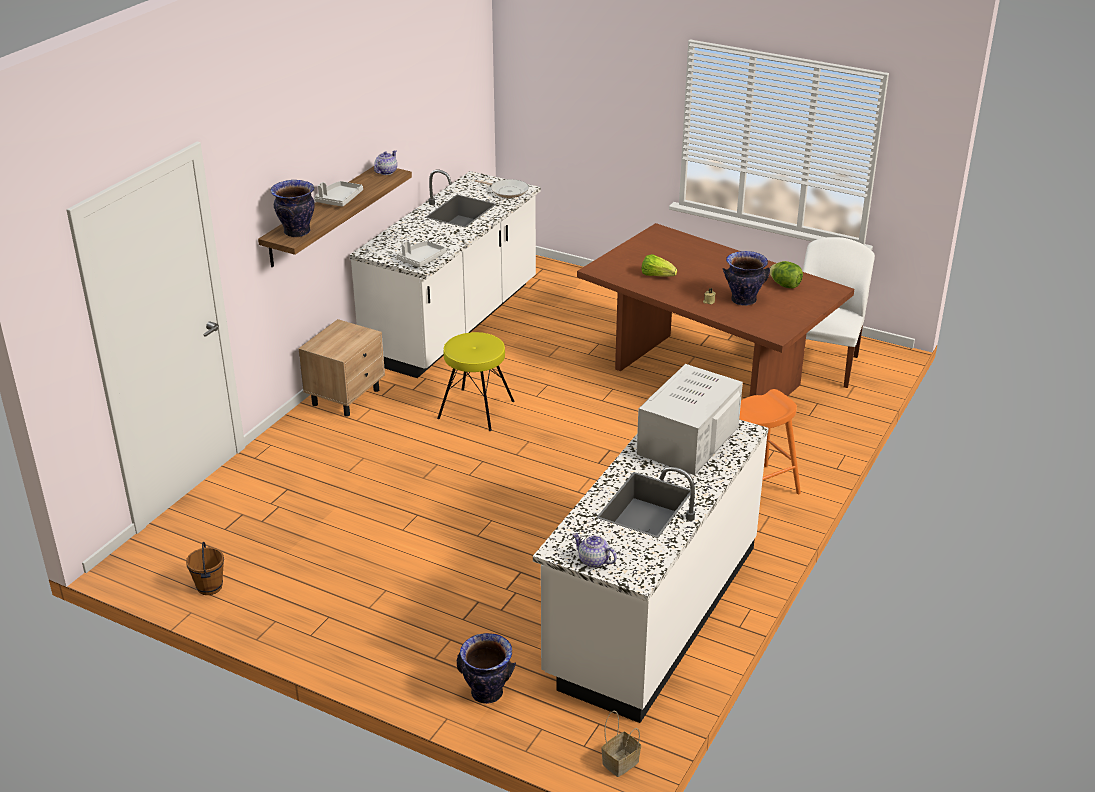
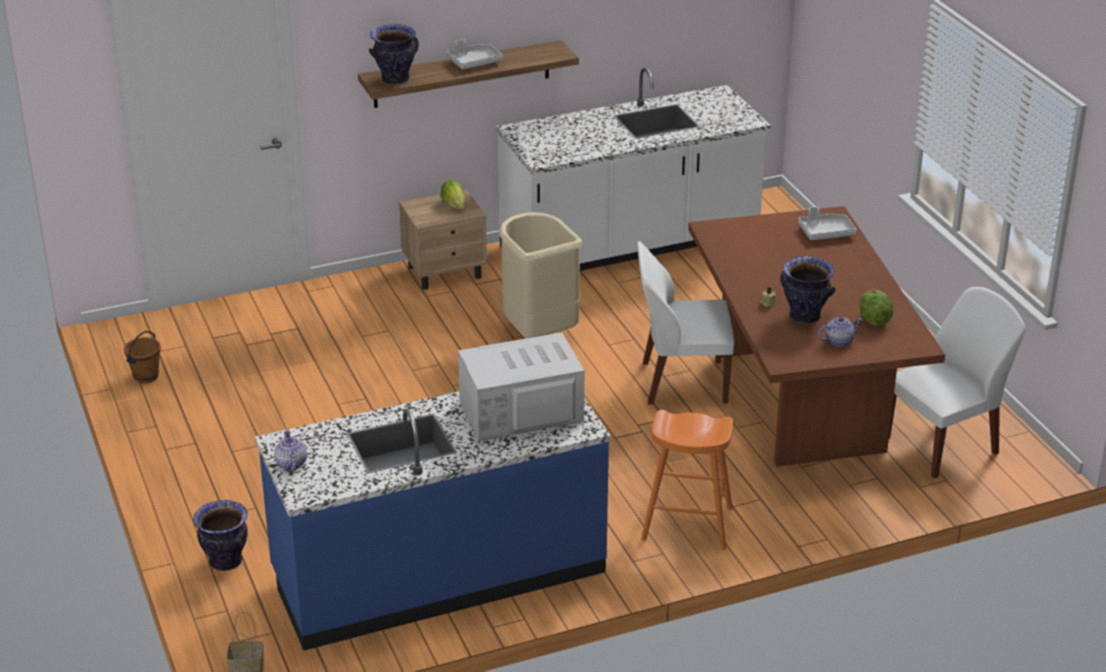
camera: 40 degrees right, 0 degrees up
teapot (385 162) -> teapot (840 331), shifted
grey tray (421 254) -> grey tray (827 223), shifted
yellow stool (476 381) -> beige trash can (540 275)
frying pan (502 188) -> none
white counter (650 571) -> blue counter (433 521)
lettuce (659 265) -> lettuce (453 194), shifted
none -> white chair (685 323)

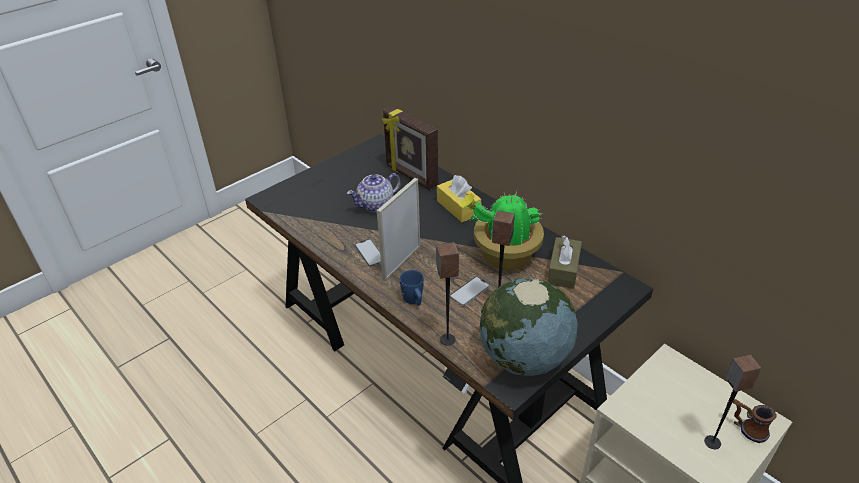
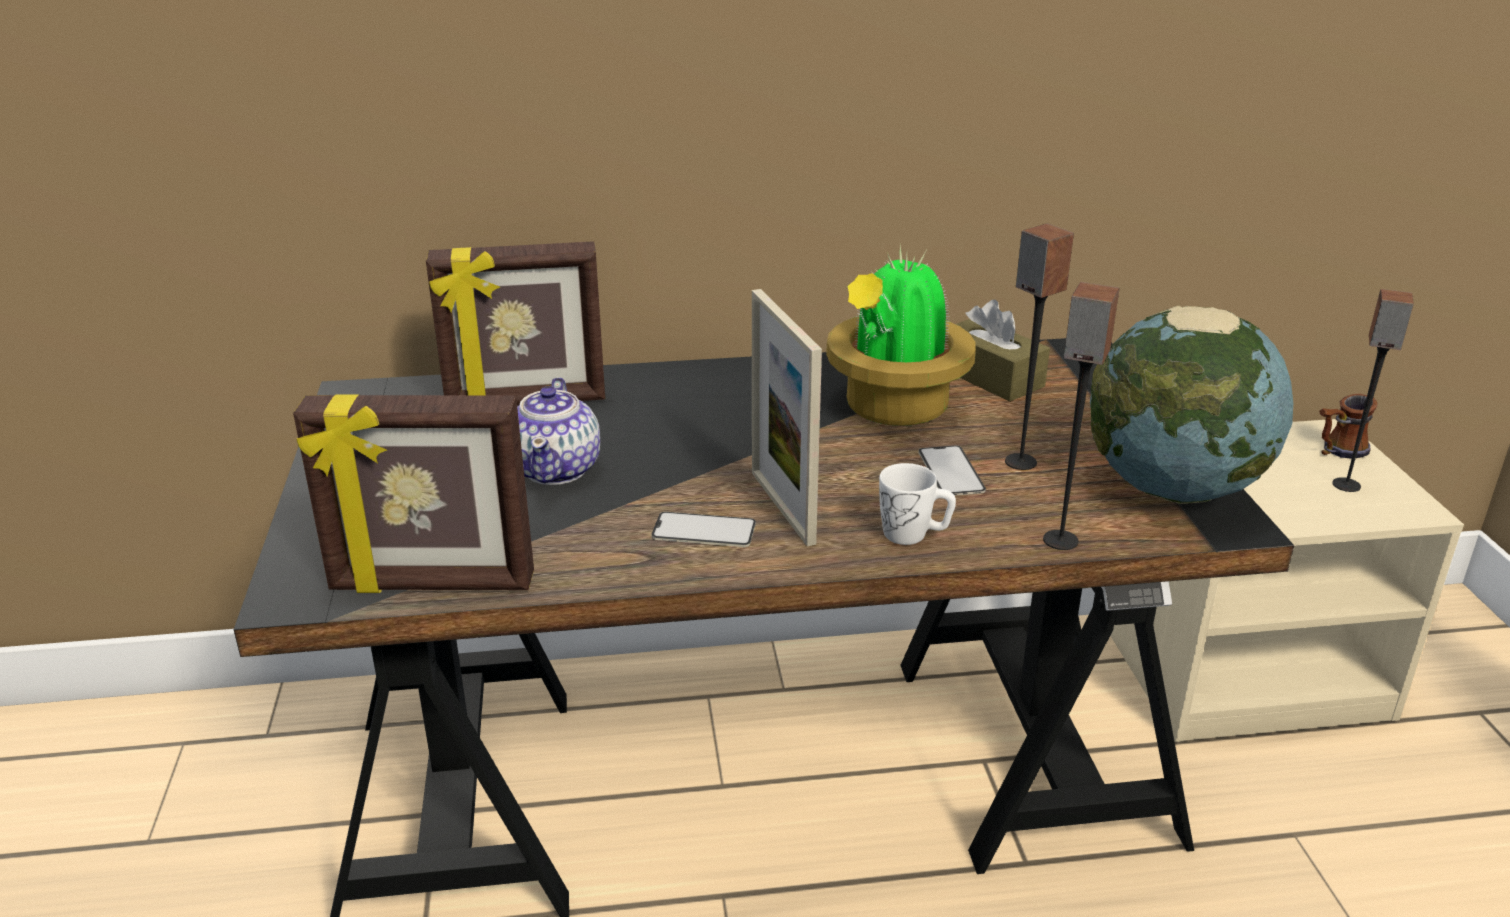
camera: 55 degrees left, 10 degrees down
blue mug (412 288) -> white mug (917 504)
yellow tissue box (459 198) -> none
none -> picture frame (413 494)

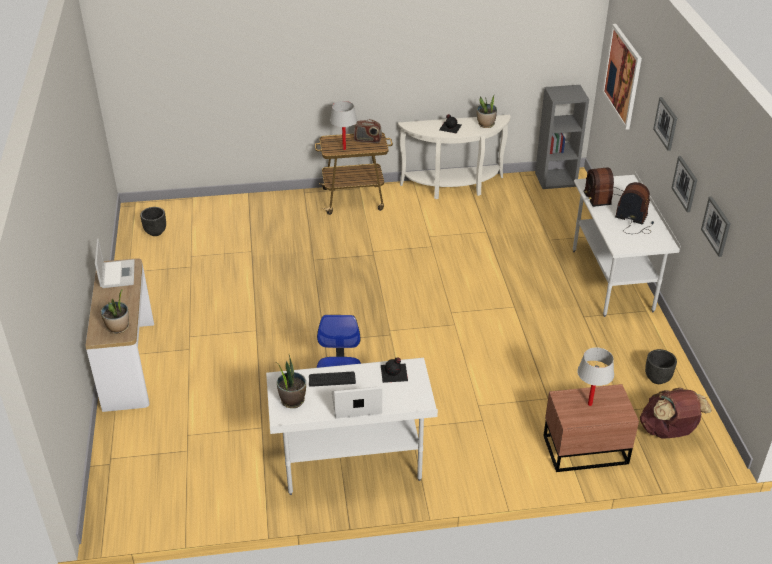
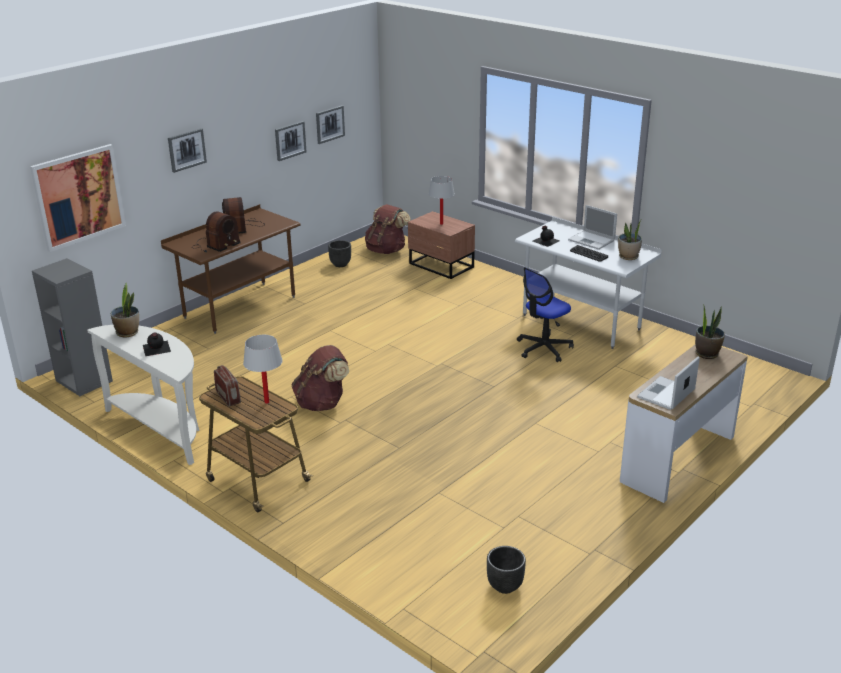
camera: 130 degrees left, 10 degrees down
white desk (627 244) -> brown desk (230 269)
picture (684 184) -> picture (330 124), shifted
none -> brown backpack (320 378)

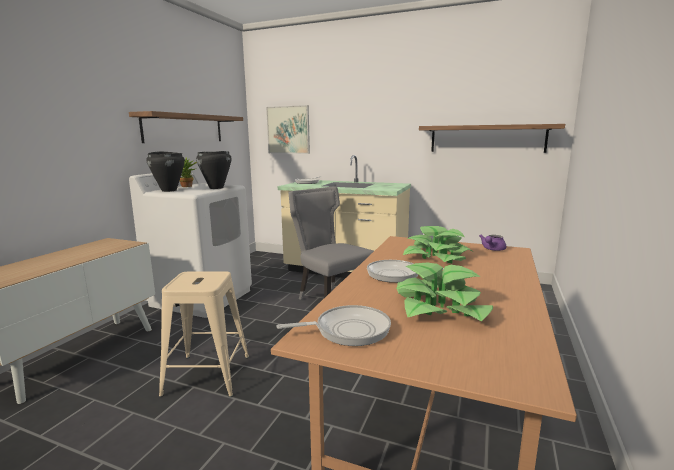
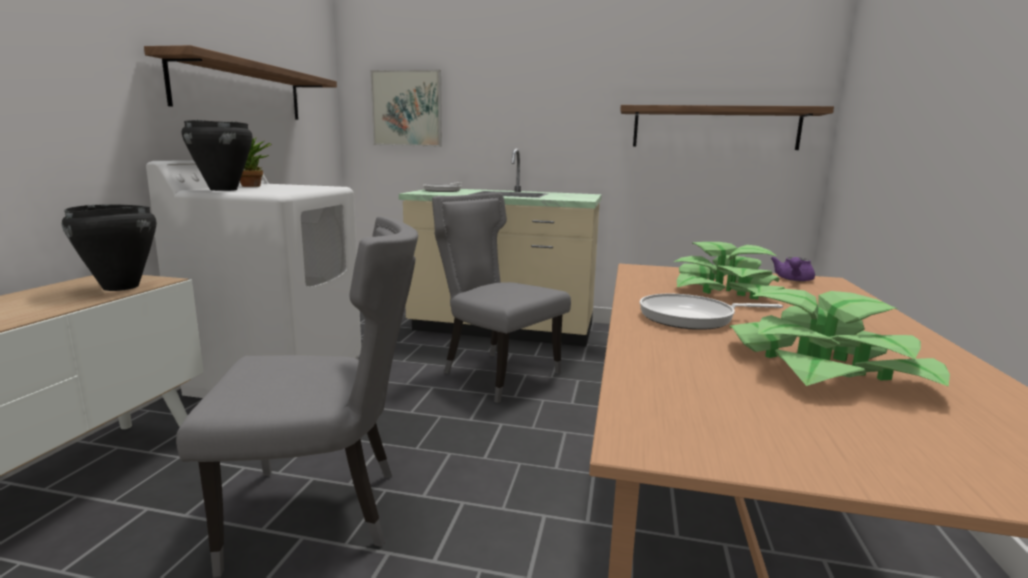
camera: 10 degrees left, 0 degrees up
beige stool (204 334) -> grey chair (297 396)
black cooking pot (214 170) -> black cooking pot (109 248), shifted
frying pan (333 325) -> none

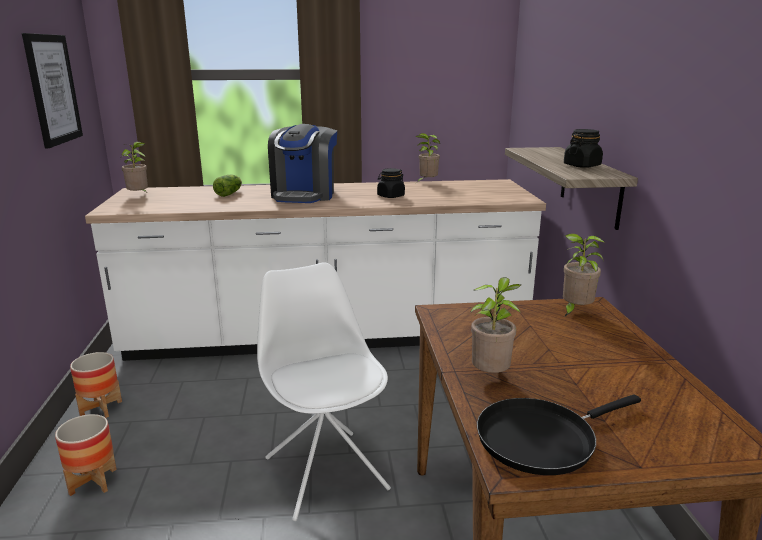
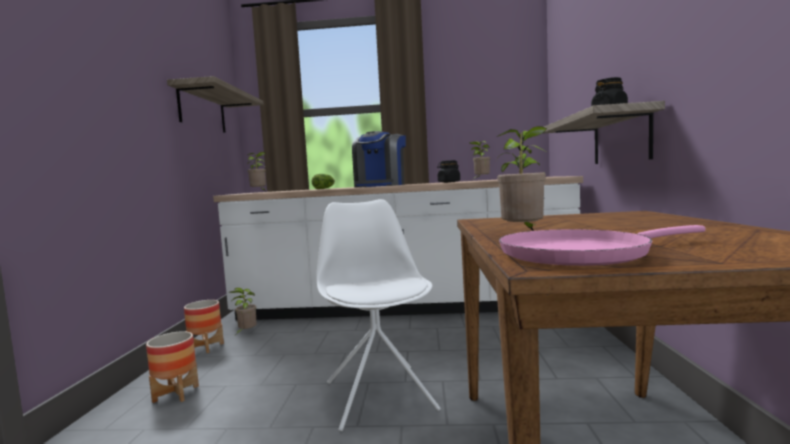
camera: 10 degrees right, 15 degrees down
picture (52 90) -> shelf (215 104)
black frying pan (559 434) -> pink frying pan (602 245)
potted plant (584 274) -> potted plant (243 311), shifted

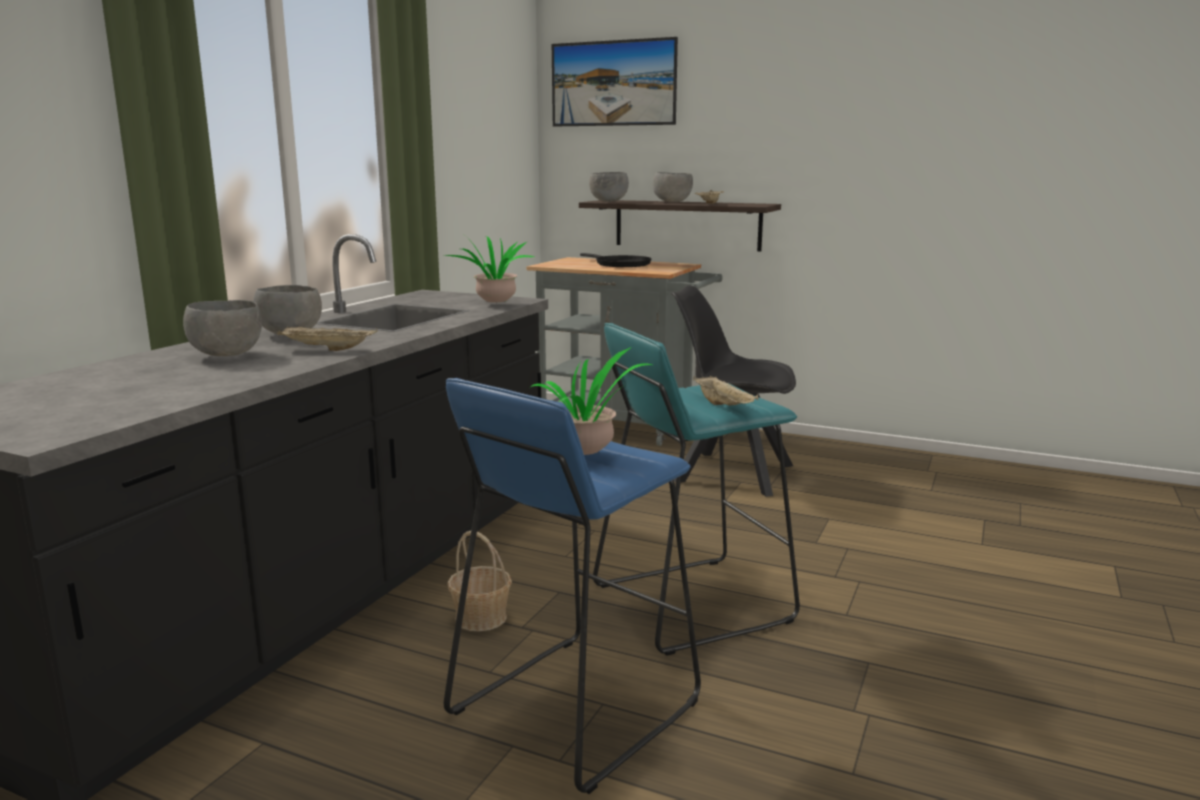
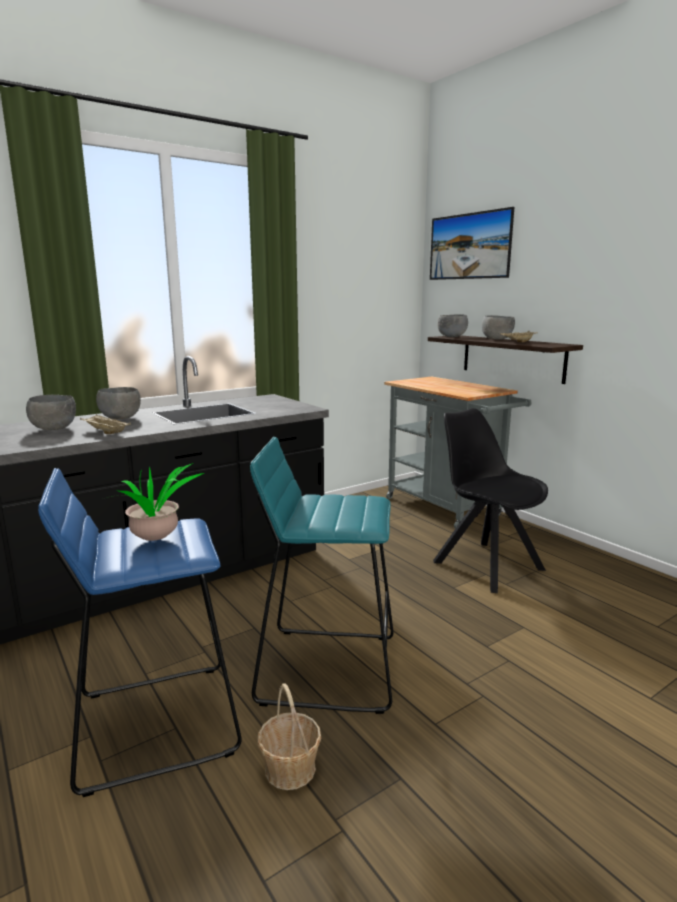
camera: 30 degrees right, 0 degrees up
potted plant (488 270) -> none
basket (479 581) -> basket (289 736), shifted
black frying pan (616 260) -> none
beige tray (725 390) -> none

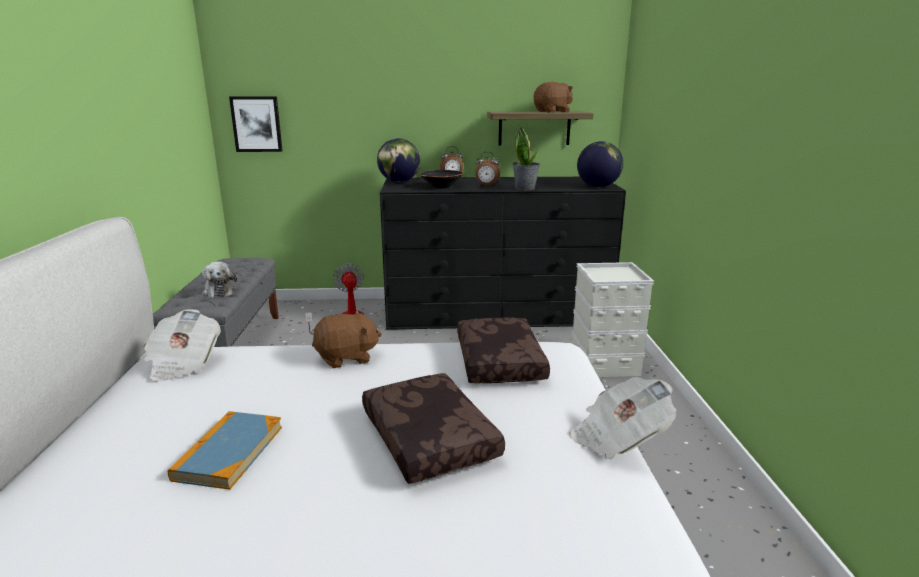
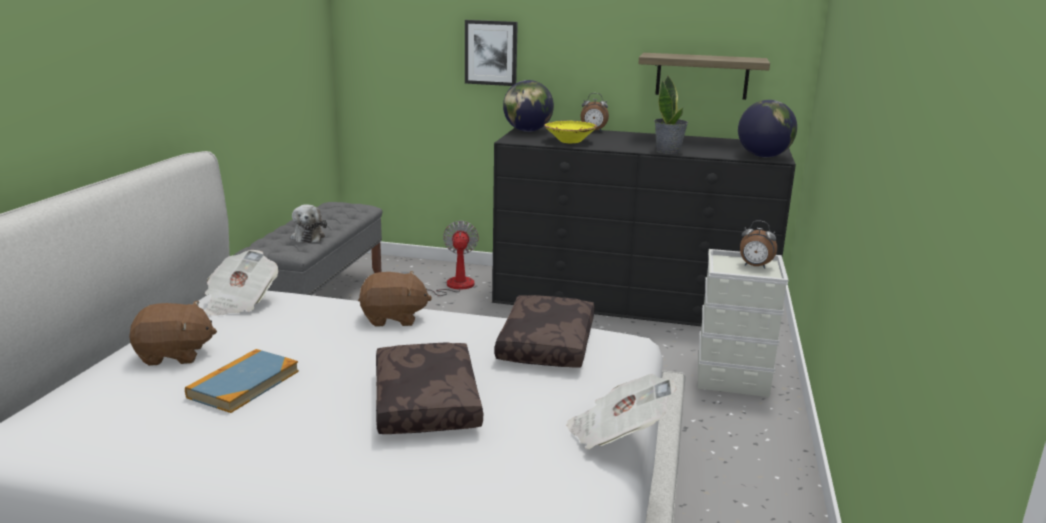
camera: 15 degrees right, 0 degrees up
picture (256 124) -> picture (491 53), shifted
black bowl (441 179) -> yellow bowl (570 131)
alarm clock (487 169) -> alarm clock (758 245), shifted
brown plush toy (553 97) -> brown plush toy (173 333), shifted

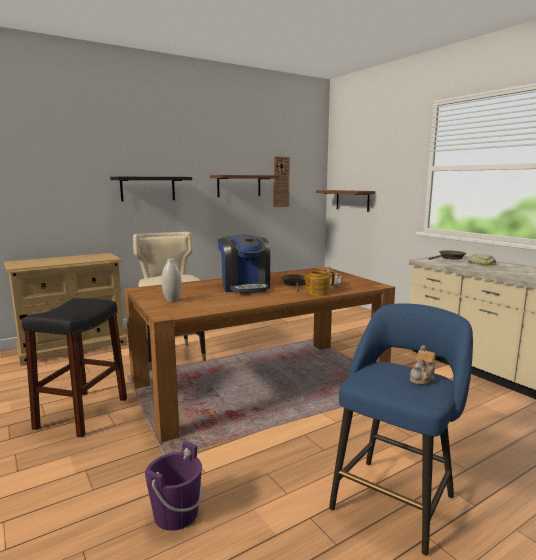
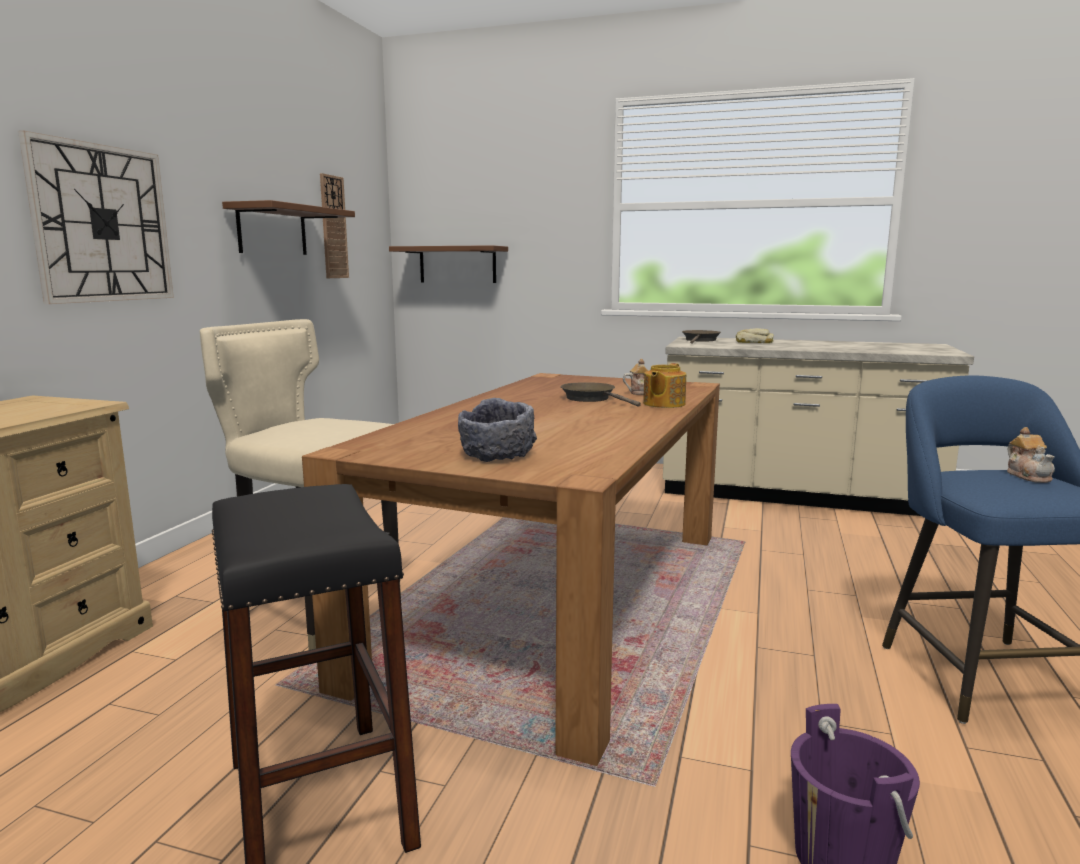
camera: 40 degrees left, 0 degrees up
black shelf (151 189) -> wall clock (96 217)
white vase (172 281) -> grey bowl (497 430)
coffee machine (244 264) -> none

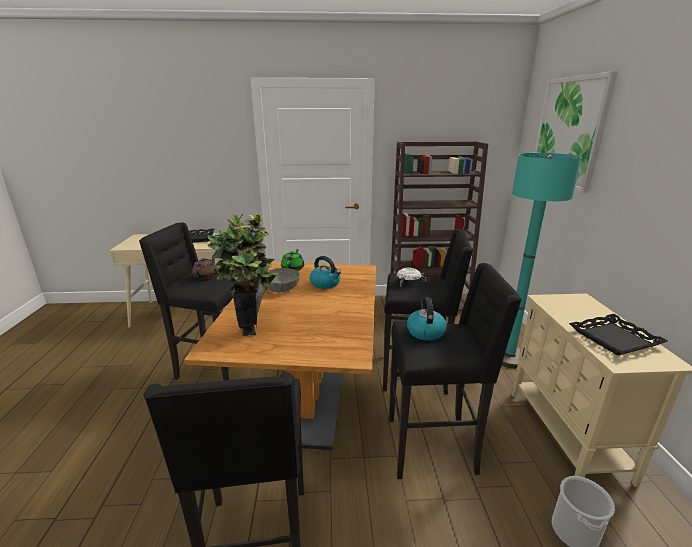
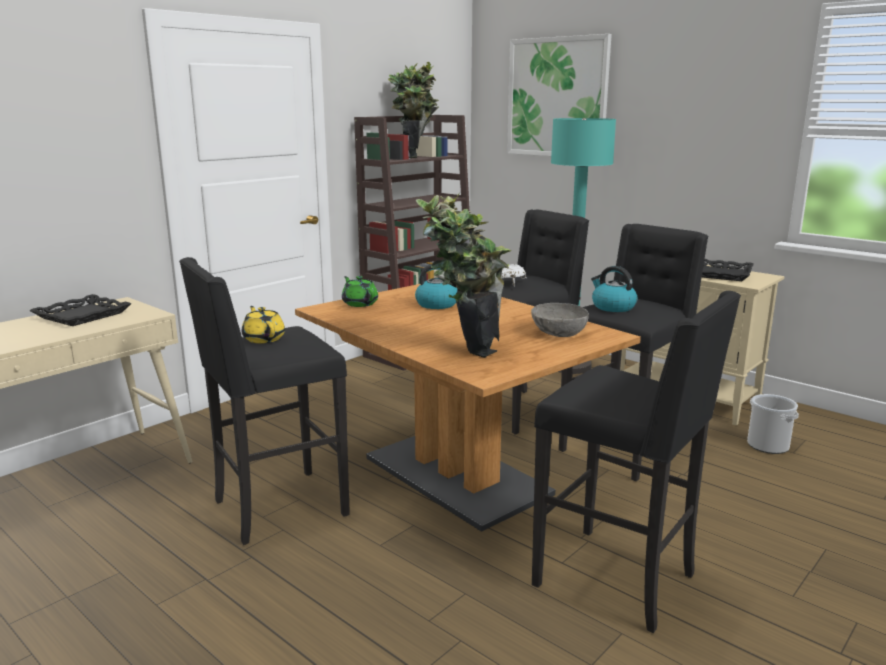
camera: 45 degrees left, 5 degrees down
brown teapot (205 269) -> yellow teapot (263 324)
grey bowl (283 280) -> grey bowl (560 320), shifted
none -> potted plant (413 110)

